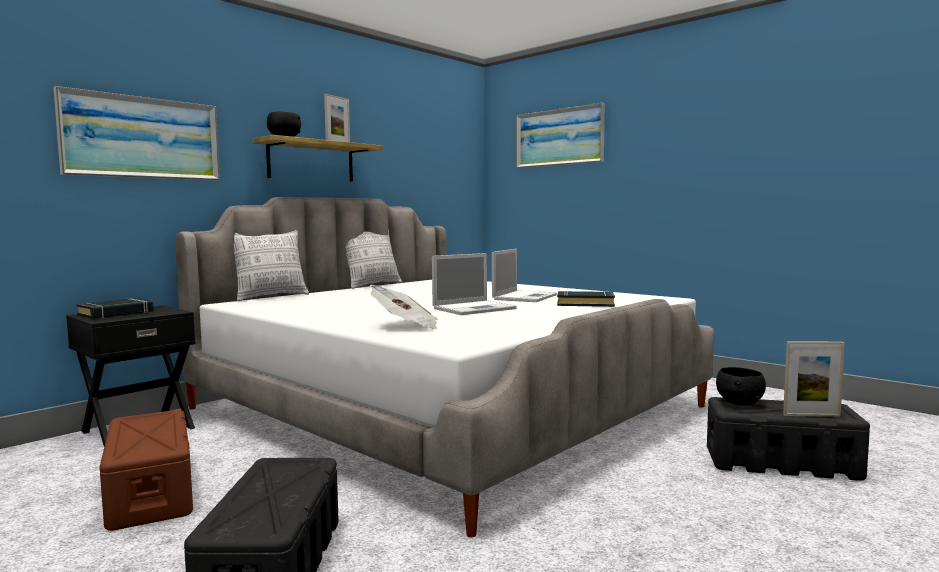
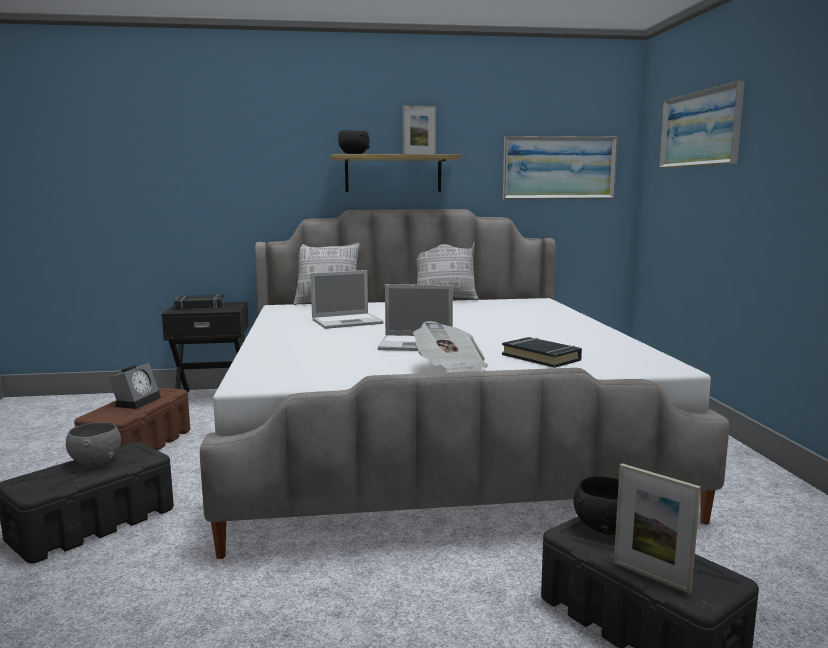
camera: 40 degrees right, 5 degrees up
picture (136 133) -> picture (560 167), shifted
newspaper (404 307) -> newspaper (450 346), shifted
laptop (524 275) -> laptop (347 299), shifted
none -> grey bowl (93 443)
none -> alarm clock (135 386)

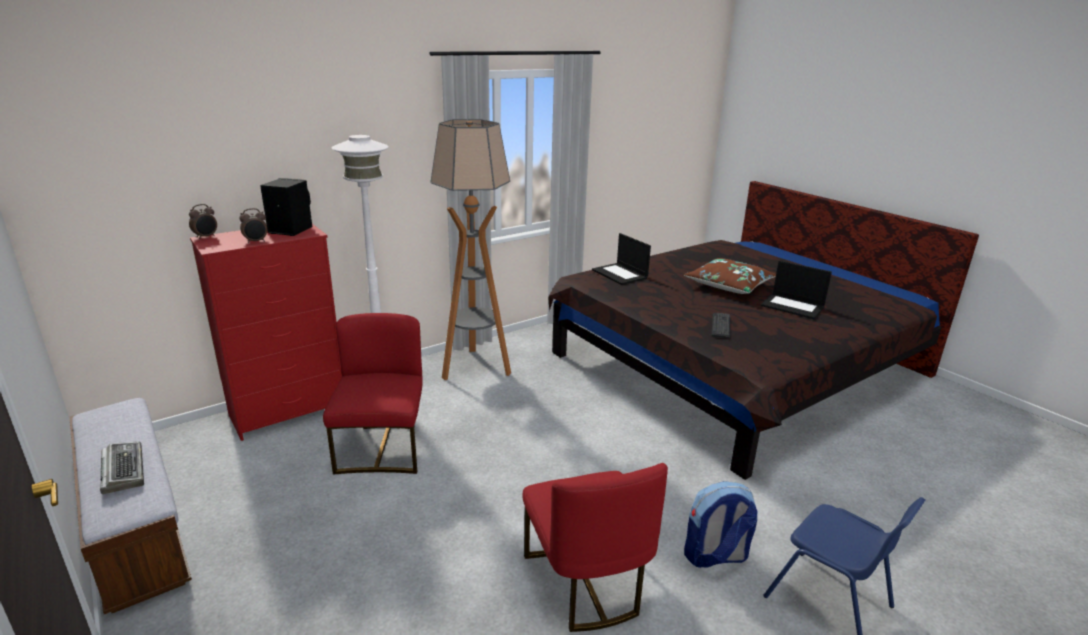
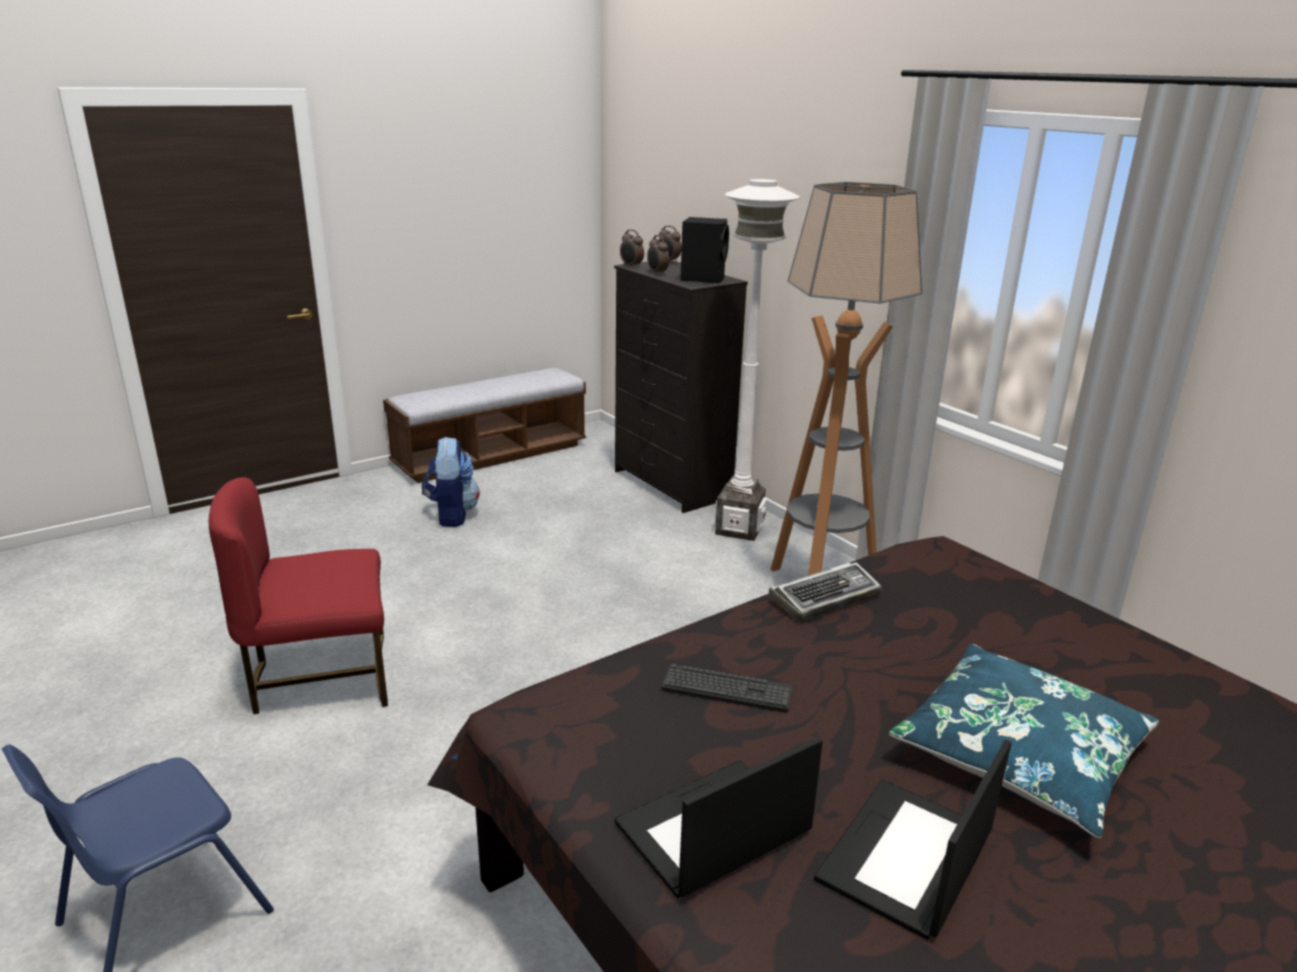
camera: 90 degrees right, 0 degrees up
keyboard (122 467) -> keyboard (825 592), shifted
red dresser (266 332) -> black dresser (681 386)
red chair (372 393) -> none
laptop (621 259) -> laptop (718 817), shifted
brown pillow (730 276) -> blue pillow (1024 740)
backpack (721 524) -> backpack (451 481), shifted
none -> alarm clock (632 248)

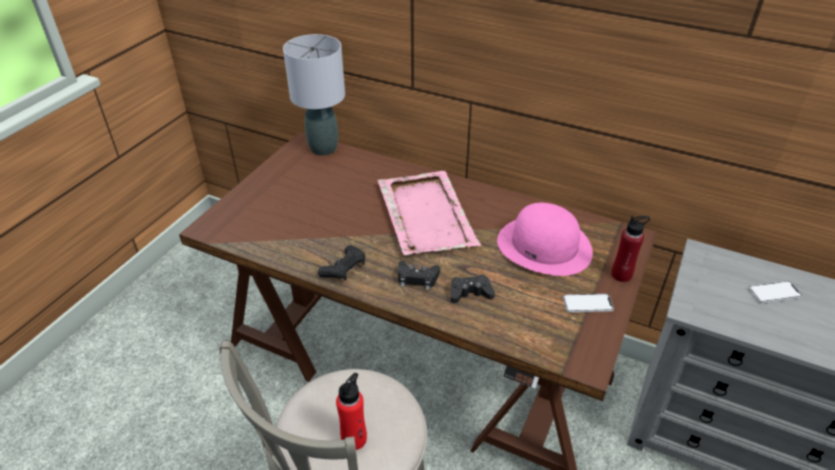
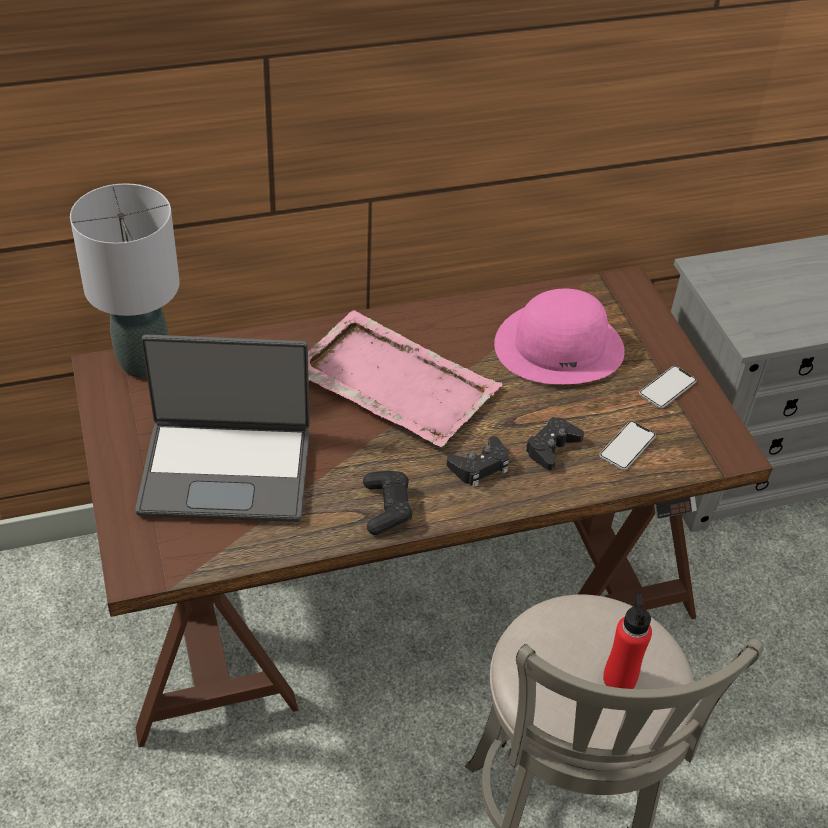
camera: 45 degrees left, 5 degrees up
red bottle (630 249) -> none
phone (775 292) -> phone (627 445), shifted
none -> laptop (222 428)

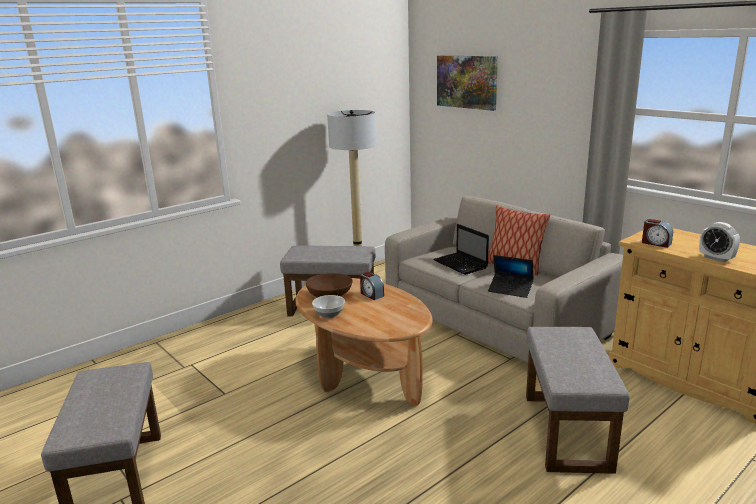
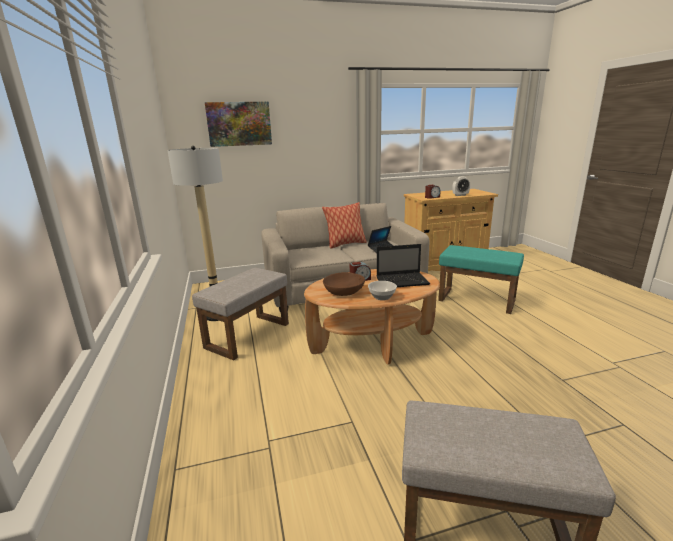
camera: 65 degrees left, 0 degrees up
laptop (461 249) -> laptop (403 265), shifted
grey ottoman (578 400) -> turquoise ottoman (481 279)

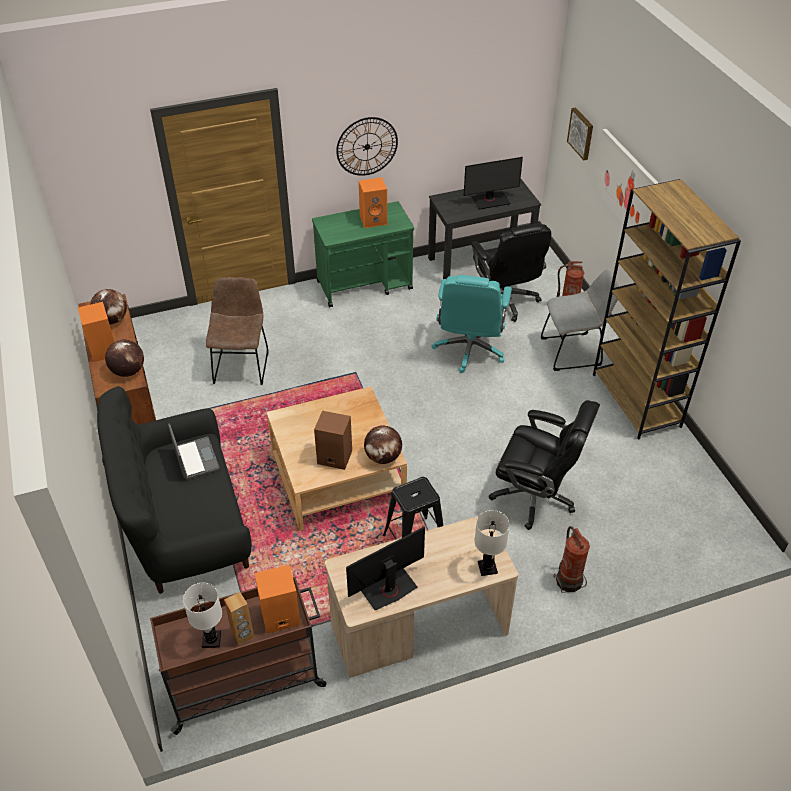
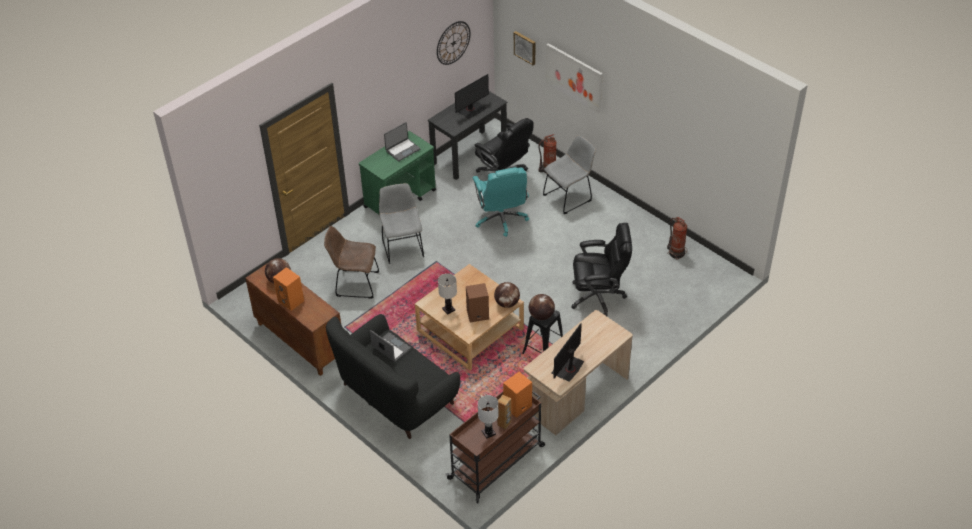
camera: 25 degrees left, 0 degrees up
globe (124 358) -> globe (542 307), shifted
brown chair (237 331) -> brown chair (351 262), 60 degrees counterclockwise
wall clock (367 146) -> wall clock (453 43), shifted
orange speaker (373 202) -> laptop (402 141)
white table lamp (491 543) -> white table lamp (447 294), shifted
fire extinguisher (571 559) -> fire extinguisher (677 238), shifted
brown bookcase (667 309) -> none
none -> grey chair (401 223)

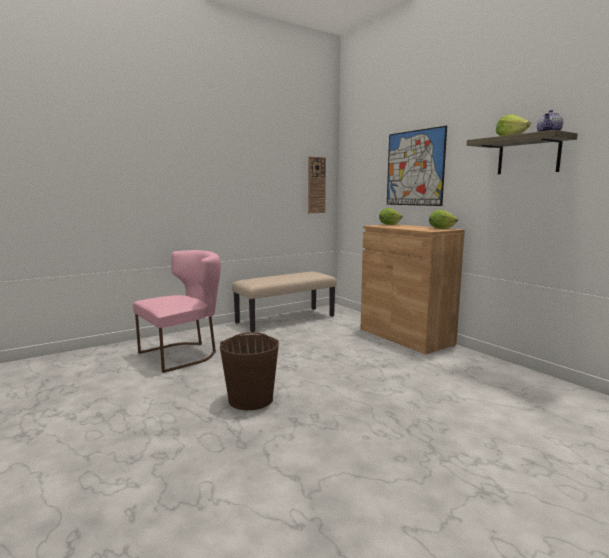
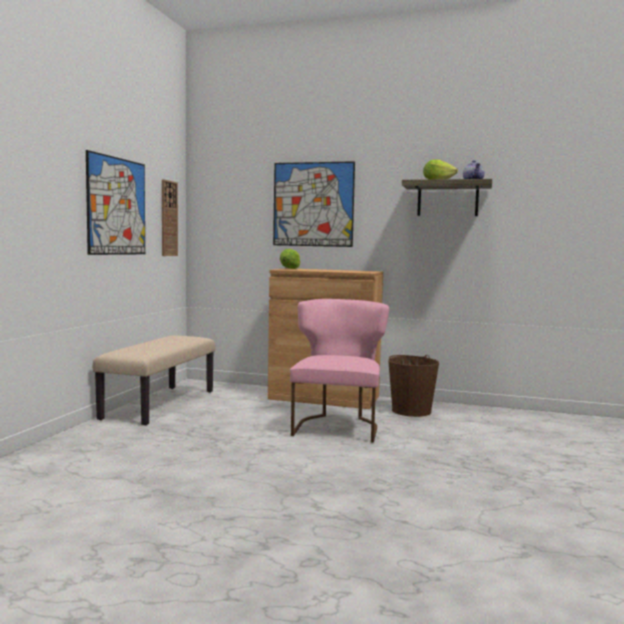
camera: 40 degrees left, 5 degrees down
pink chair (177 311) -> pink chair (339 371), shifted
brown bucket (249 371) -> brown bucket (413 386), shifted
lettuce (443 219) -> none
none -> picture (115 202)

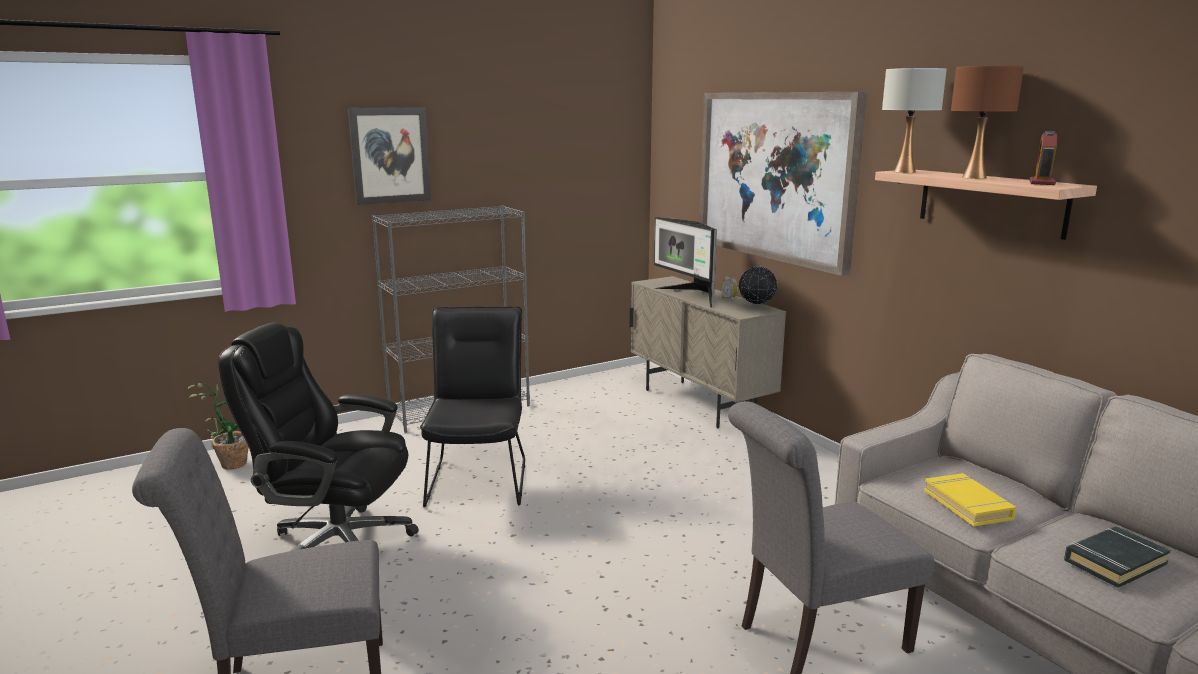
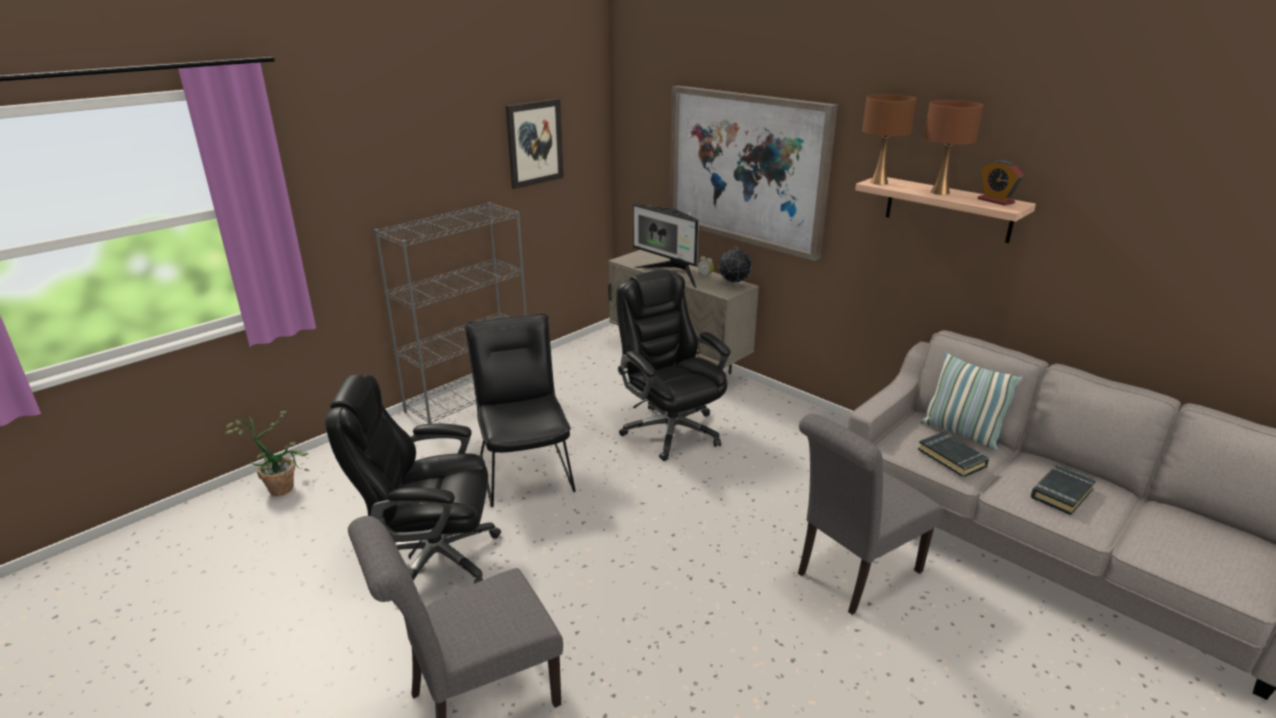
camera: 15 degrees left, 10 degrees up
picture (389 156) -> picture (535 144), shifted
white table lamp (914 120) -> brown table lamp (889 139)
yellow book (970 499) -> black book (953 455)
alarm clock (1043 158) -> alarm clock (1001 183), 45 degrees counterclockwise
none -> black office chair (673 365)
none -> pillow (971 401)

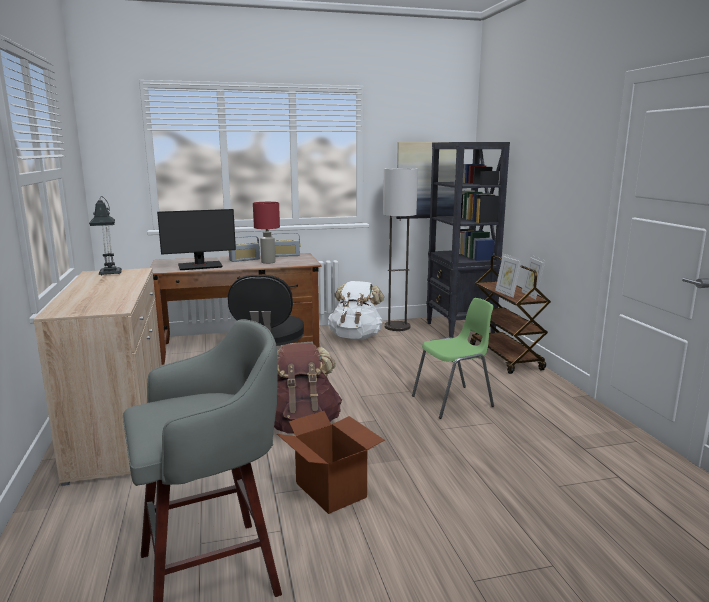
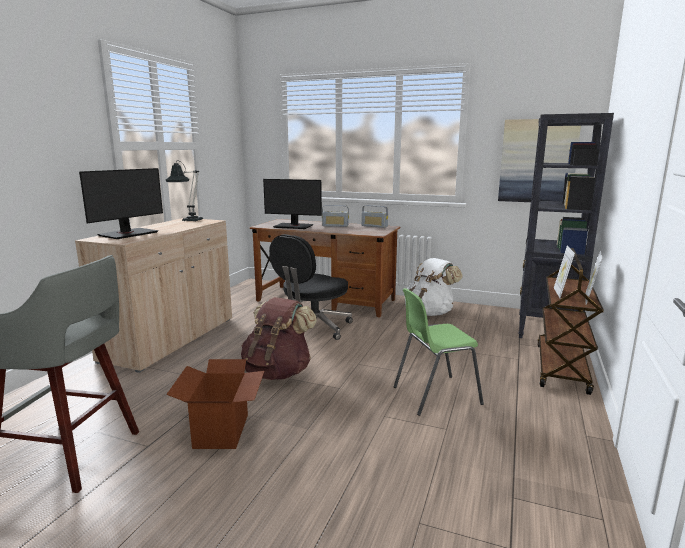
camera: 35 degrees right, 0 degrees up
red table lamp (266 233) -> none
floor lamp (400 249) -> none
green chair (453 358) -> green chair (439 352), 150 degrees clockwise
none -> monitor (121 203)

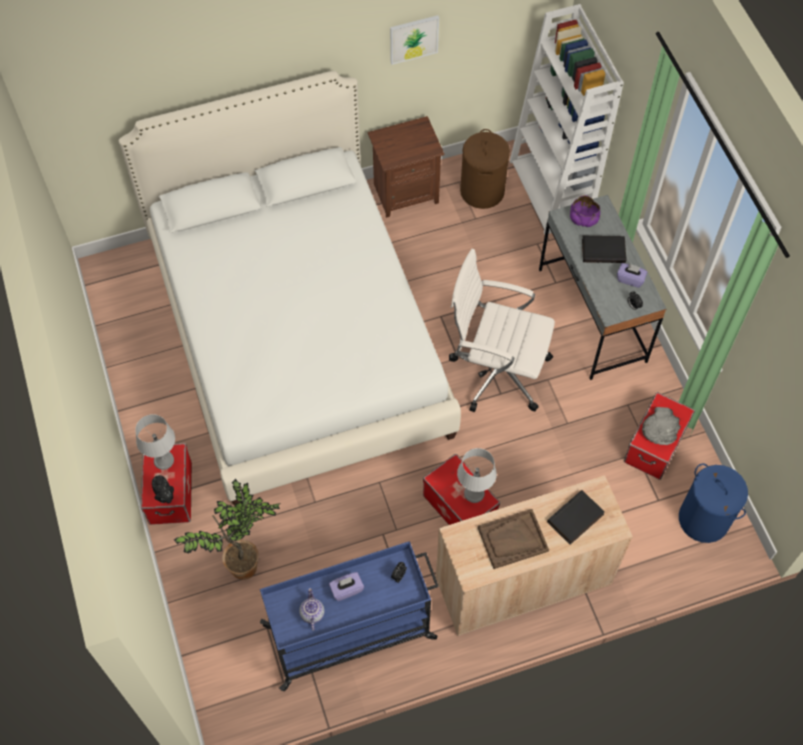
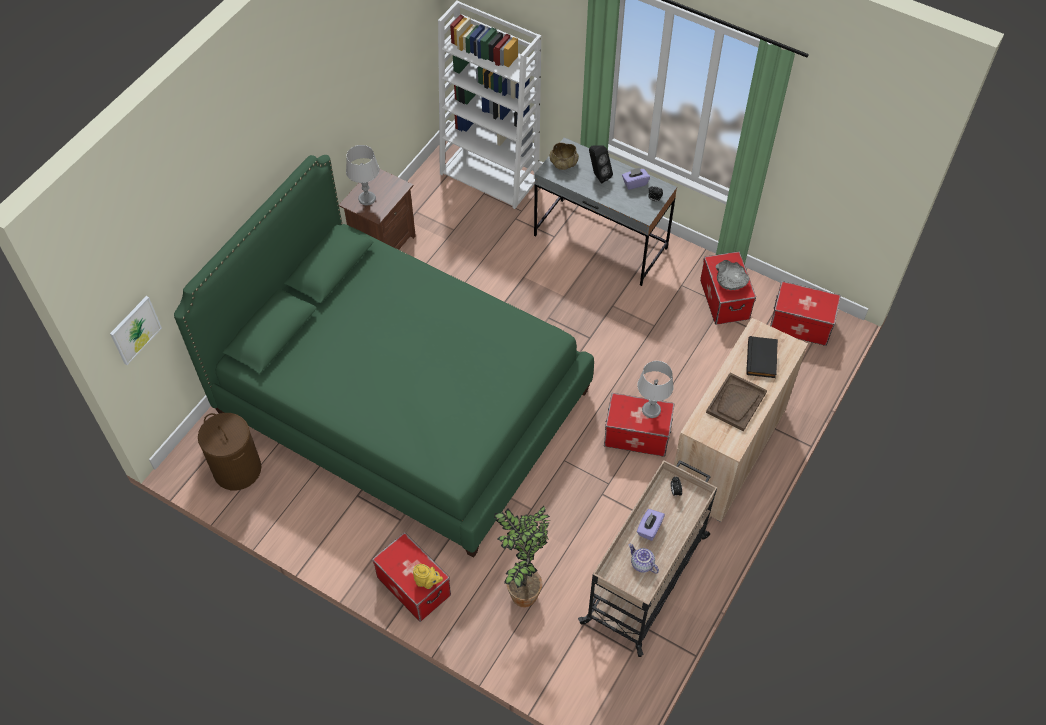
camera: 40 degrees left, 5 degrees down
white bed (290 288) -> green bed (384 356)
grey table lamp (155 442) -> grey table lamp (362 175), shifted
black teapot (163 489) -> yellow teapot (428 576)
blue cart (349 616) -> beige cart (647 558)
picture (414 40) -> picture (136 330), shifted
white office chair (502 330) -> none
brown laundry basket (485 169) -> brown laundry basket (230 451), shifted
purple bowl (585 211) -> beige bowl (564 156)
black book (604 249) -> black speaker (601 164)
blue laundry basket (713 503) -> storage box (805 313)

